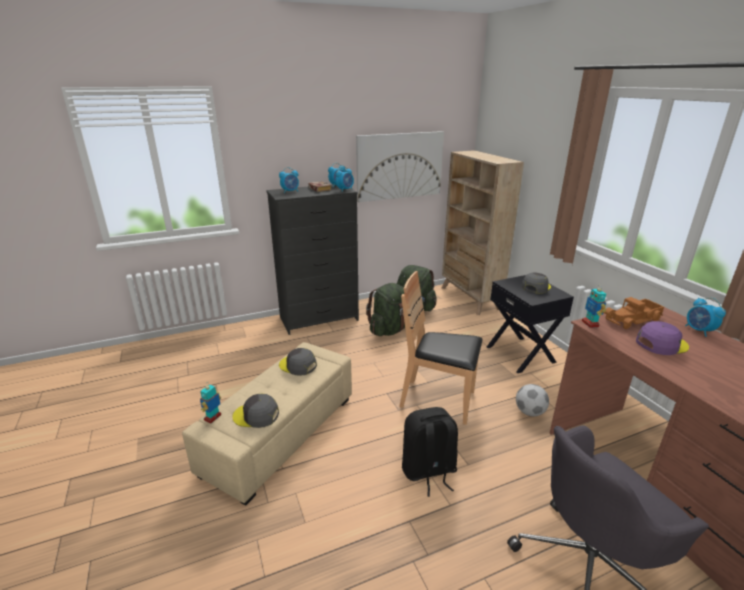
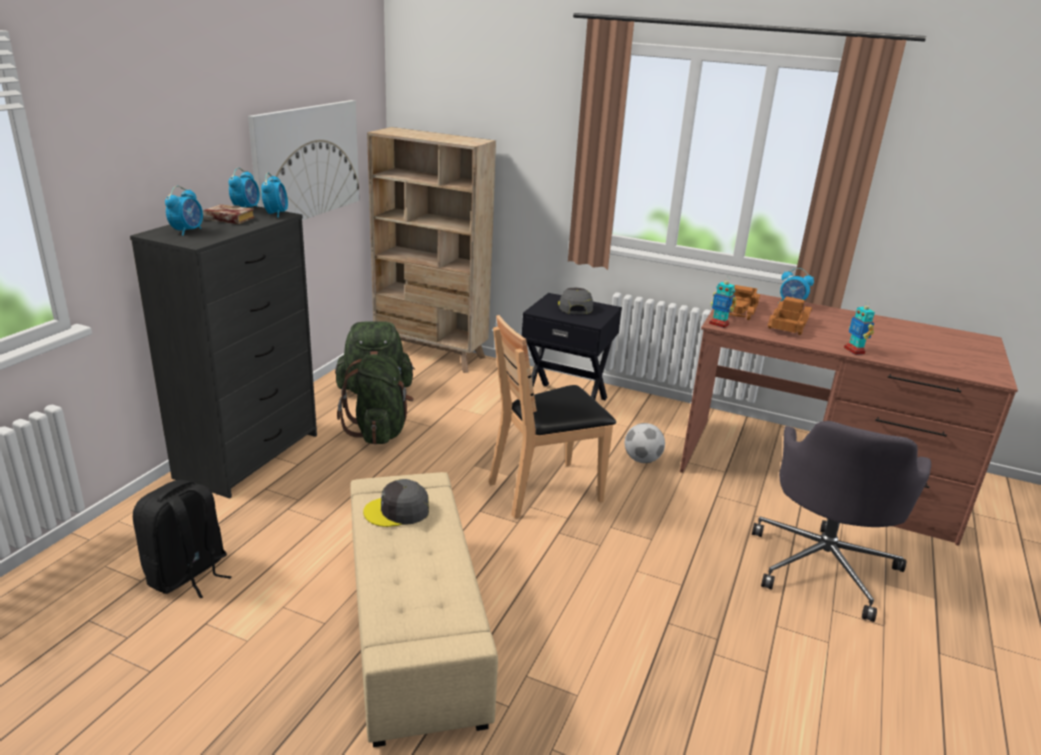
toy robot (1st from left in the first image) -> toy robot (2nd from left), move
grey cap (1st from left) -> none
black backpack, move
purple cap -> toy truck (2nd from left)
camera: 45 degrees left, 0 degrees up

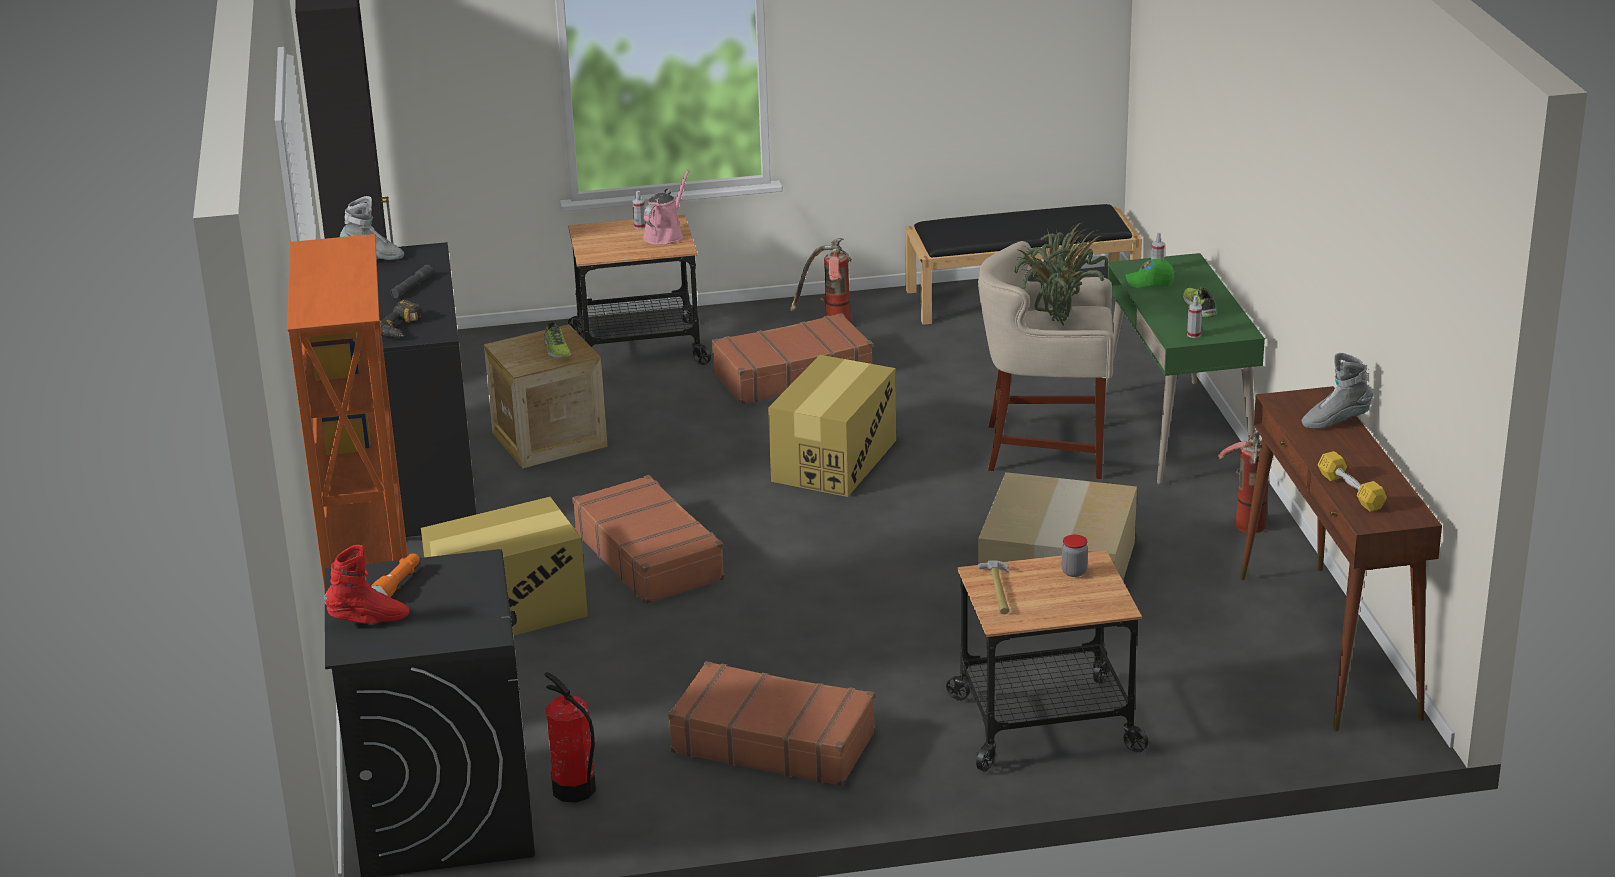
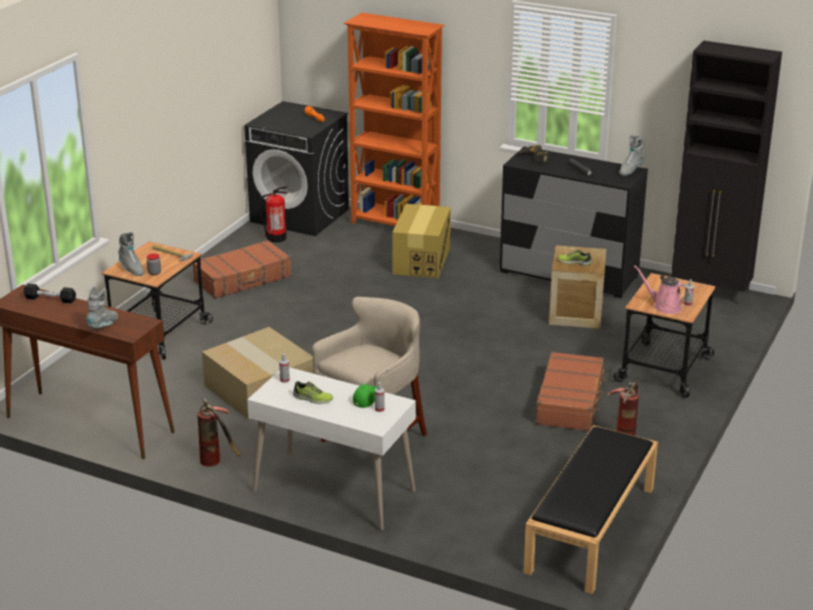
red boot -> none
brown suitcase (1st from left) -> none
pink watering can, 150 degrees clockwise
cardboard box (2nd from left) -> none
potted plant -> none
green desk -> white desk
yellow dumbbell -> black dumbbell
none -> grey boot (2nd from left)
camera: 125 degrees right, 0 degrees up

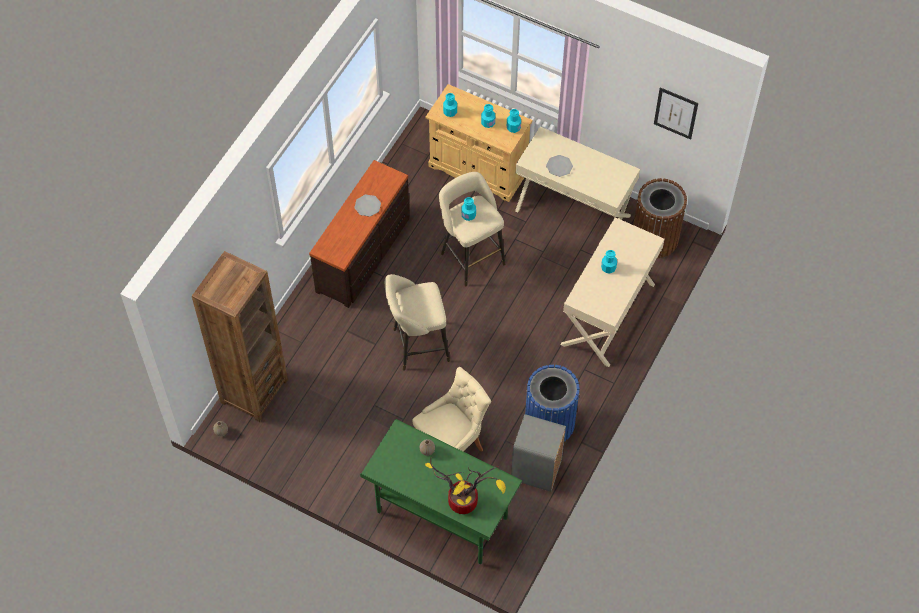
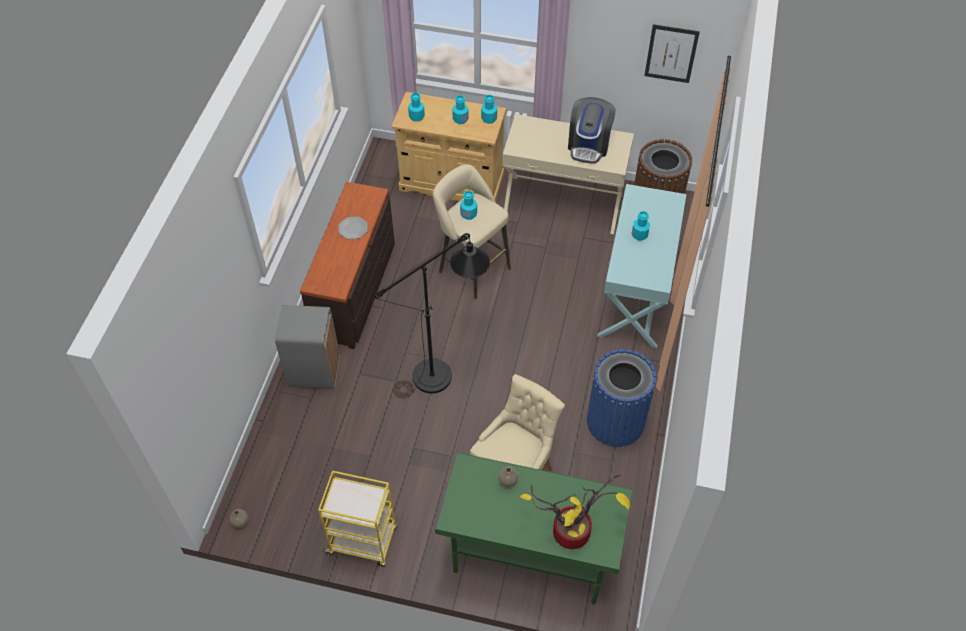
brown bookcase -> none
beige stool (1st from left) -> black floor lamp
grey trash can, move
plate (2nd from left) -> none
beige console table (2nd from left) -> turquoise console table
none -> yellow cart
none -> coffee machine
camera: 15 degrees left, 5 degrees down

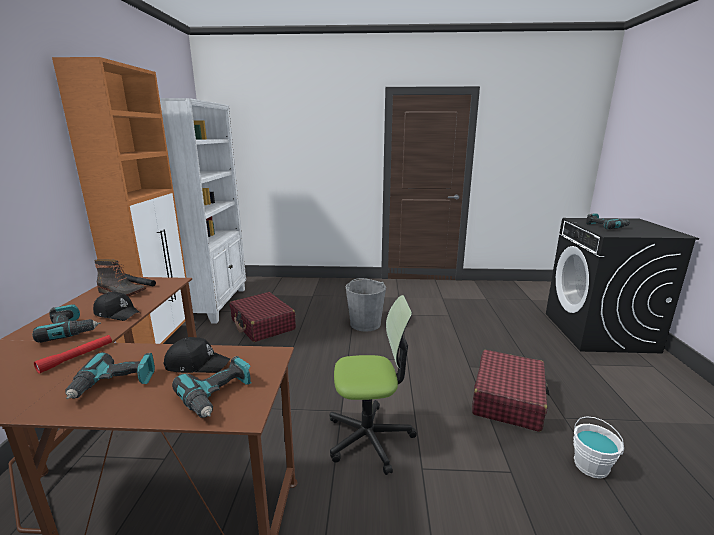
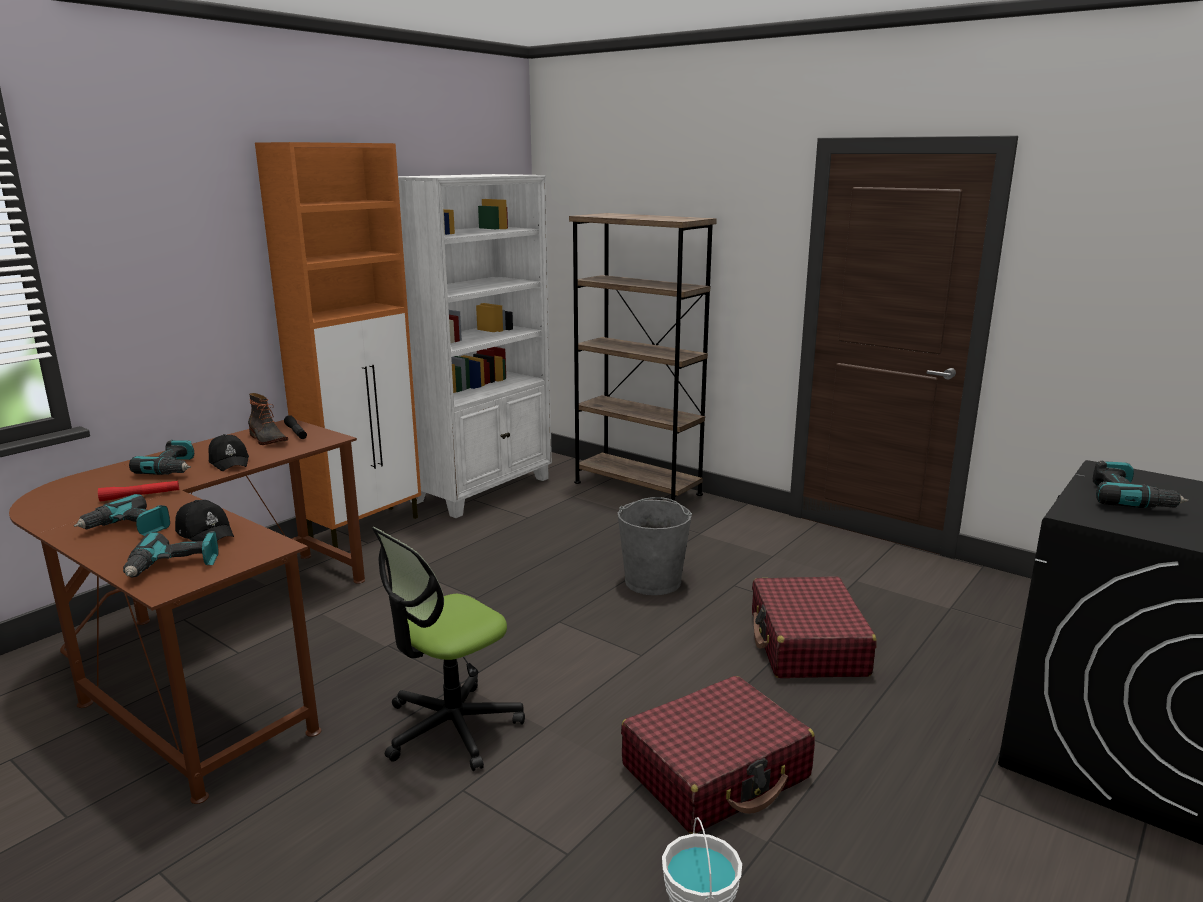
red suitcase (1st from left in the first image) -> red suitcase (2nd from left), move
office chair, 105 degrees clockwise
none -> brown bookcase
camera: 35 degrees right, 0 degrees up

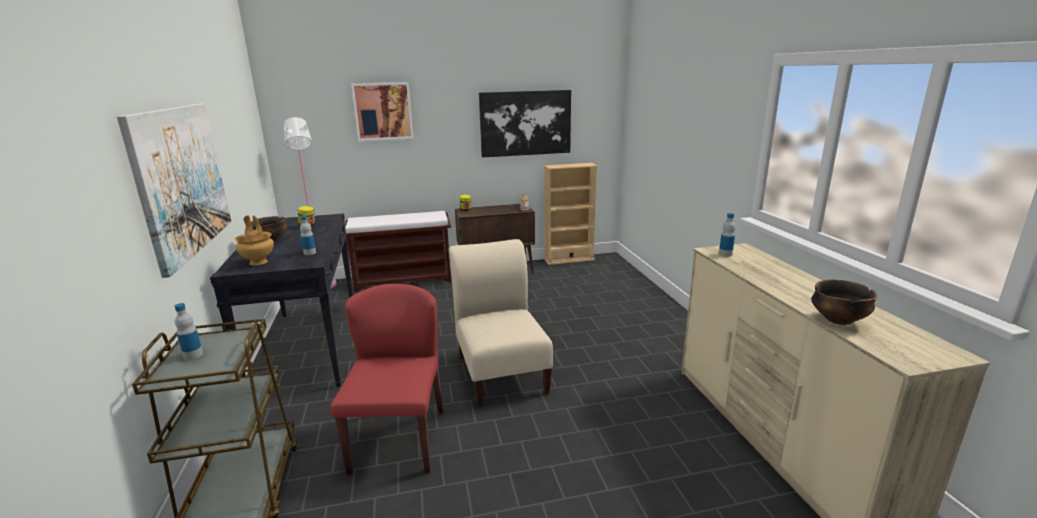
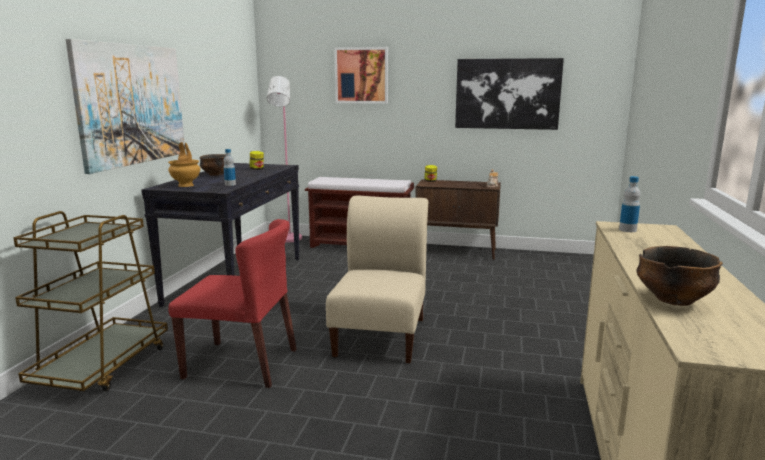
bottle (1st from left) -> none
red chair, 75 degrees clockwise
beige bookcase -> none
camera: 25 degrees right, 5 degrees down

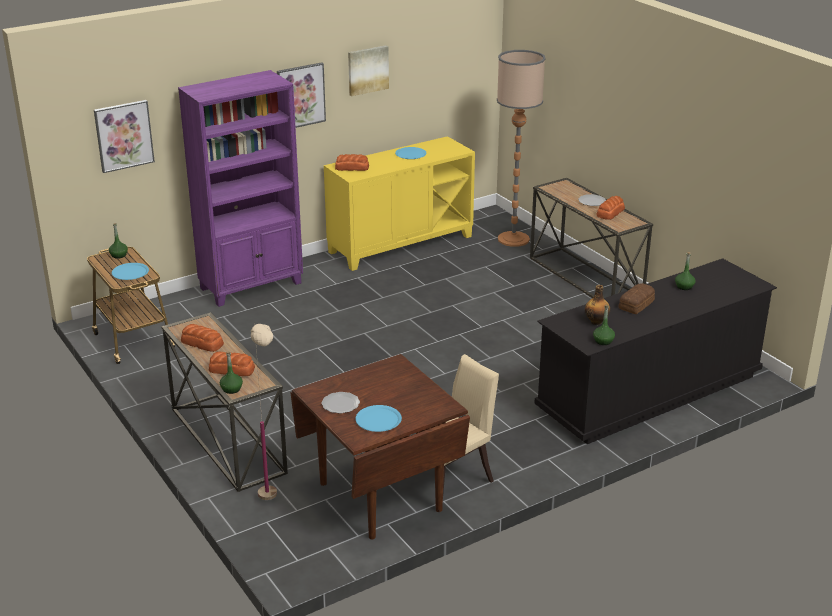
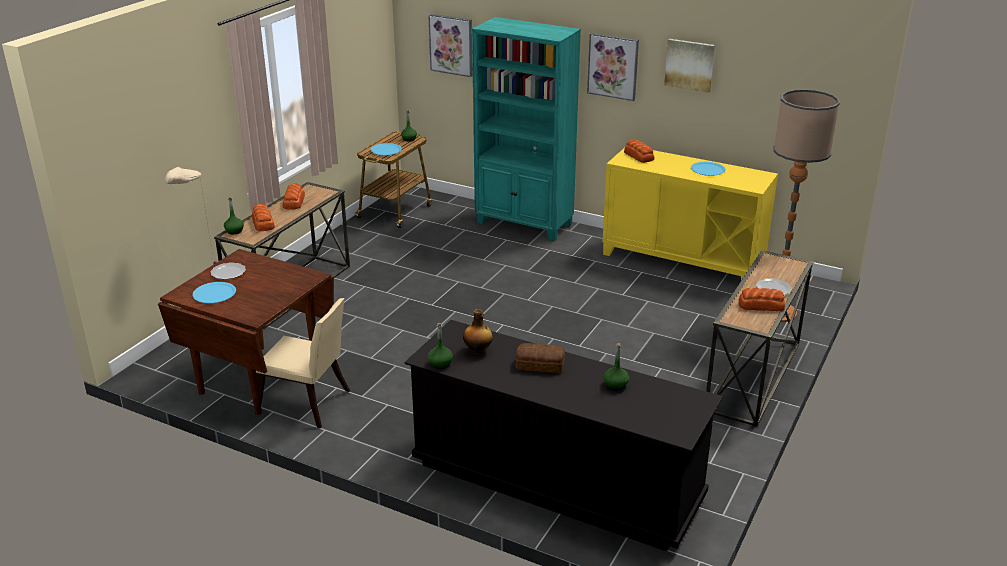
purple bookcase -> turquoise bookcase
camera: 60 degrees right, 0 degrees up

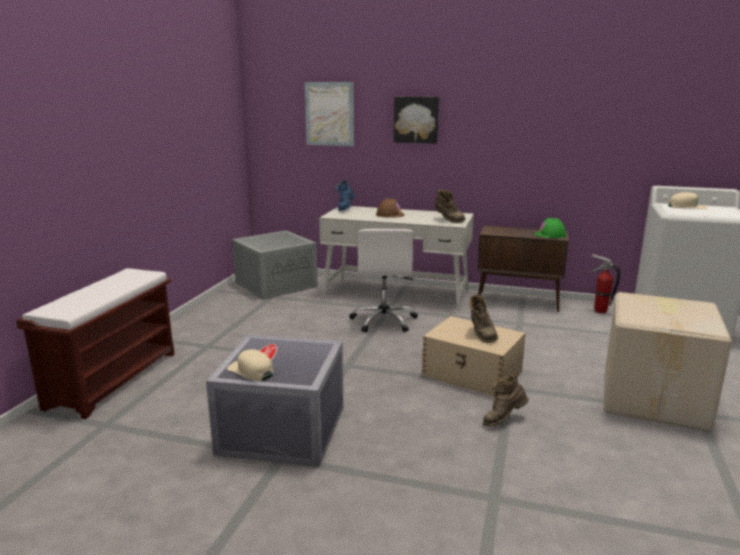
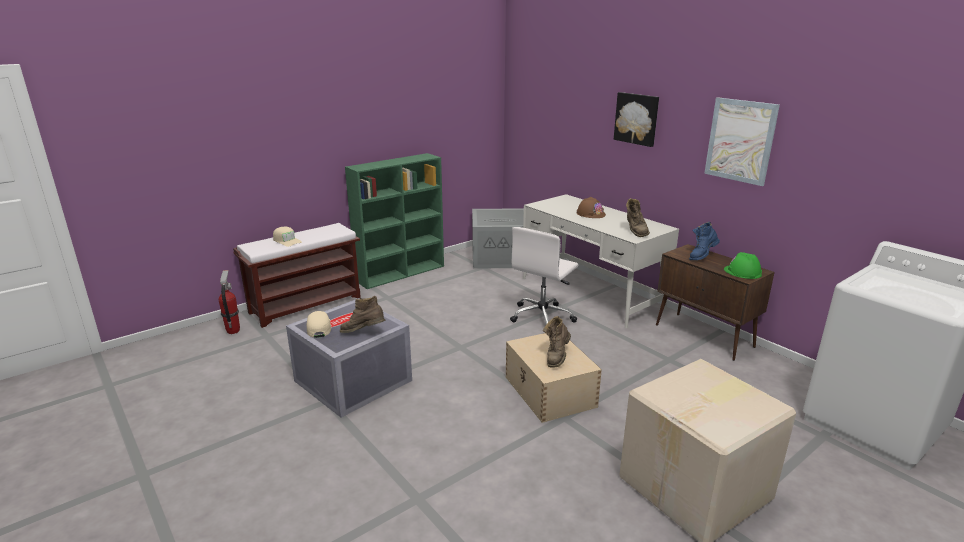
picture (1st from left in the first image) -> picture (2nd from left), move
blue boot, move
brown boot (3rd from left in the first image) -> brown boot (1st from left), move
fire extinguisher, move
beige cap (2nd from left in the first image) -> beige cap (1st from left), move
none -> green bookcase
camera: 35 degrees right, 5 degrees up

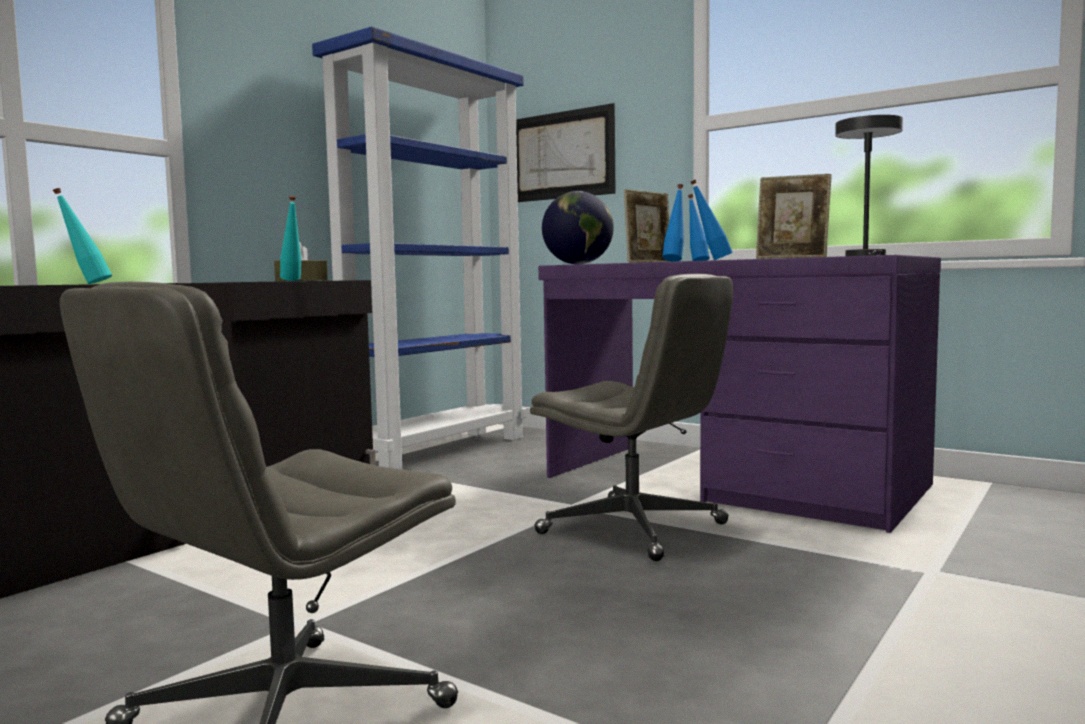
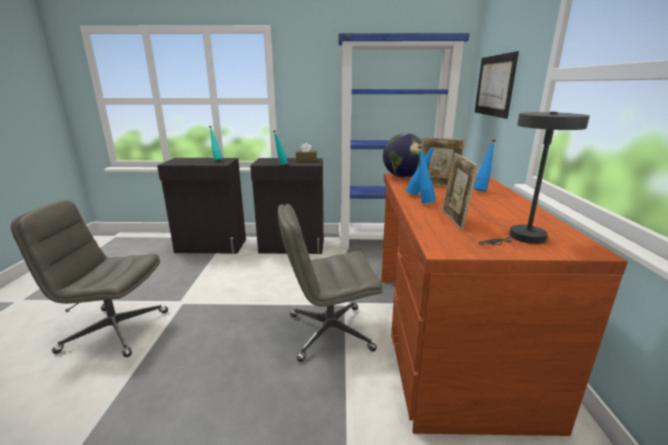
grey office chair (2nd from left), 75 degrees clockwise
purple desk -> brown desk
camera: 55 degrees right, 15 degrees up

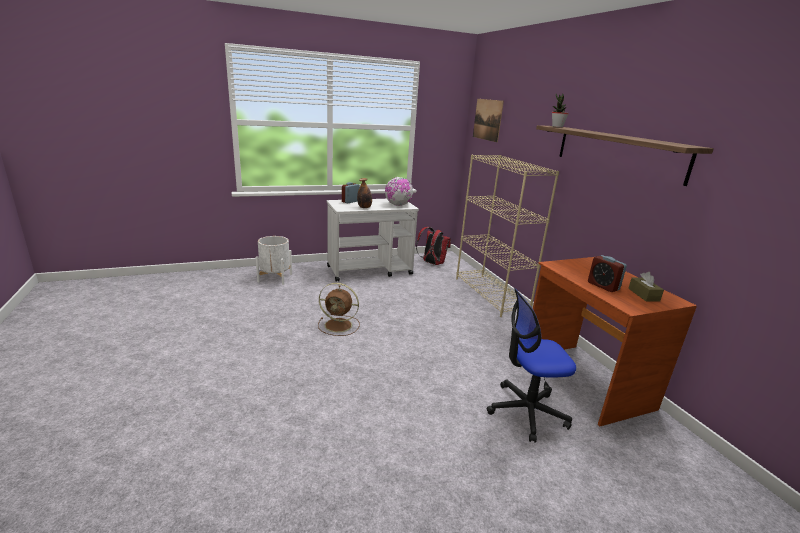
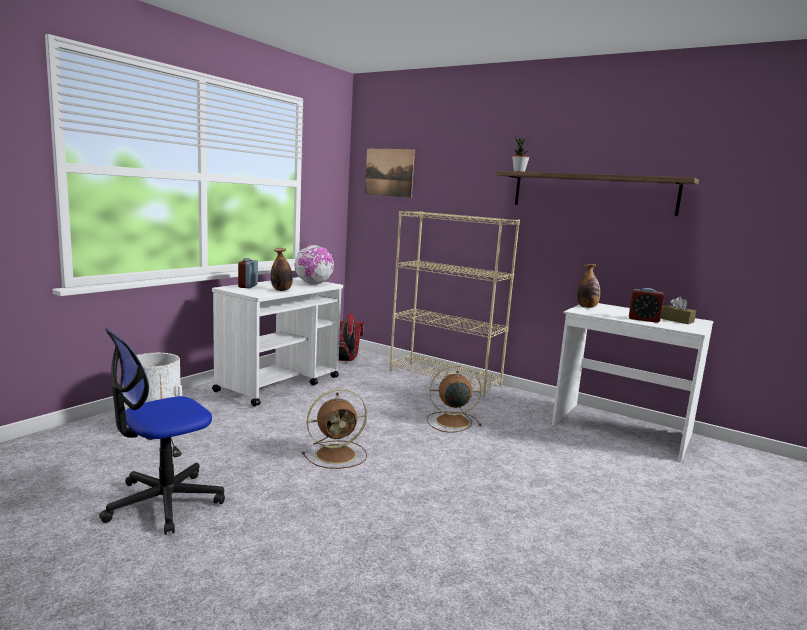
office chair, move
brown desk -> white desk
none -> brown fan (2nd from left)
none -> bottle (2nd from left)
camera: 35 degrees left, 10 degrees down

